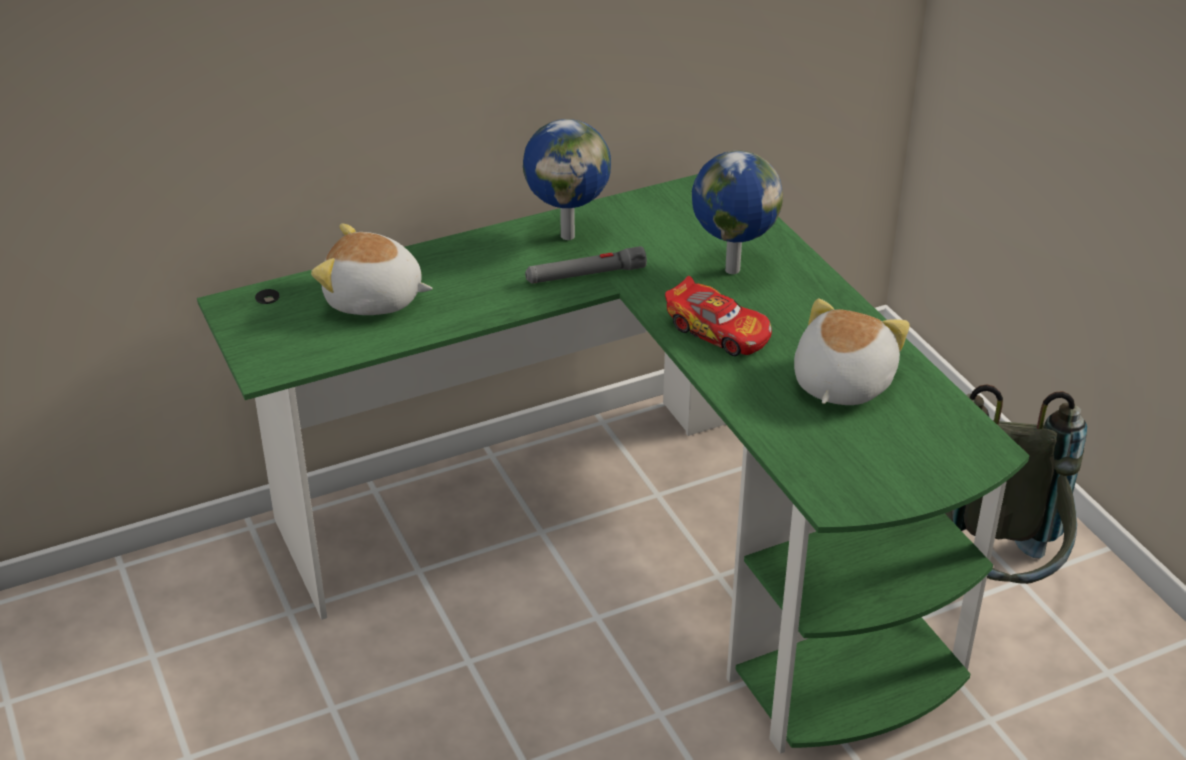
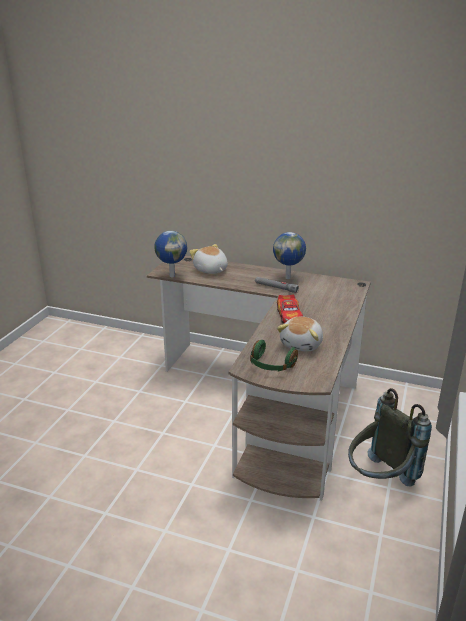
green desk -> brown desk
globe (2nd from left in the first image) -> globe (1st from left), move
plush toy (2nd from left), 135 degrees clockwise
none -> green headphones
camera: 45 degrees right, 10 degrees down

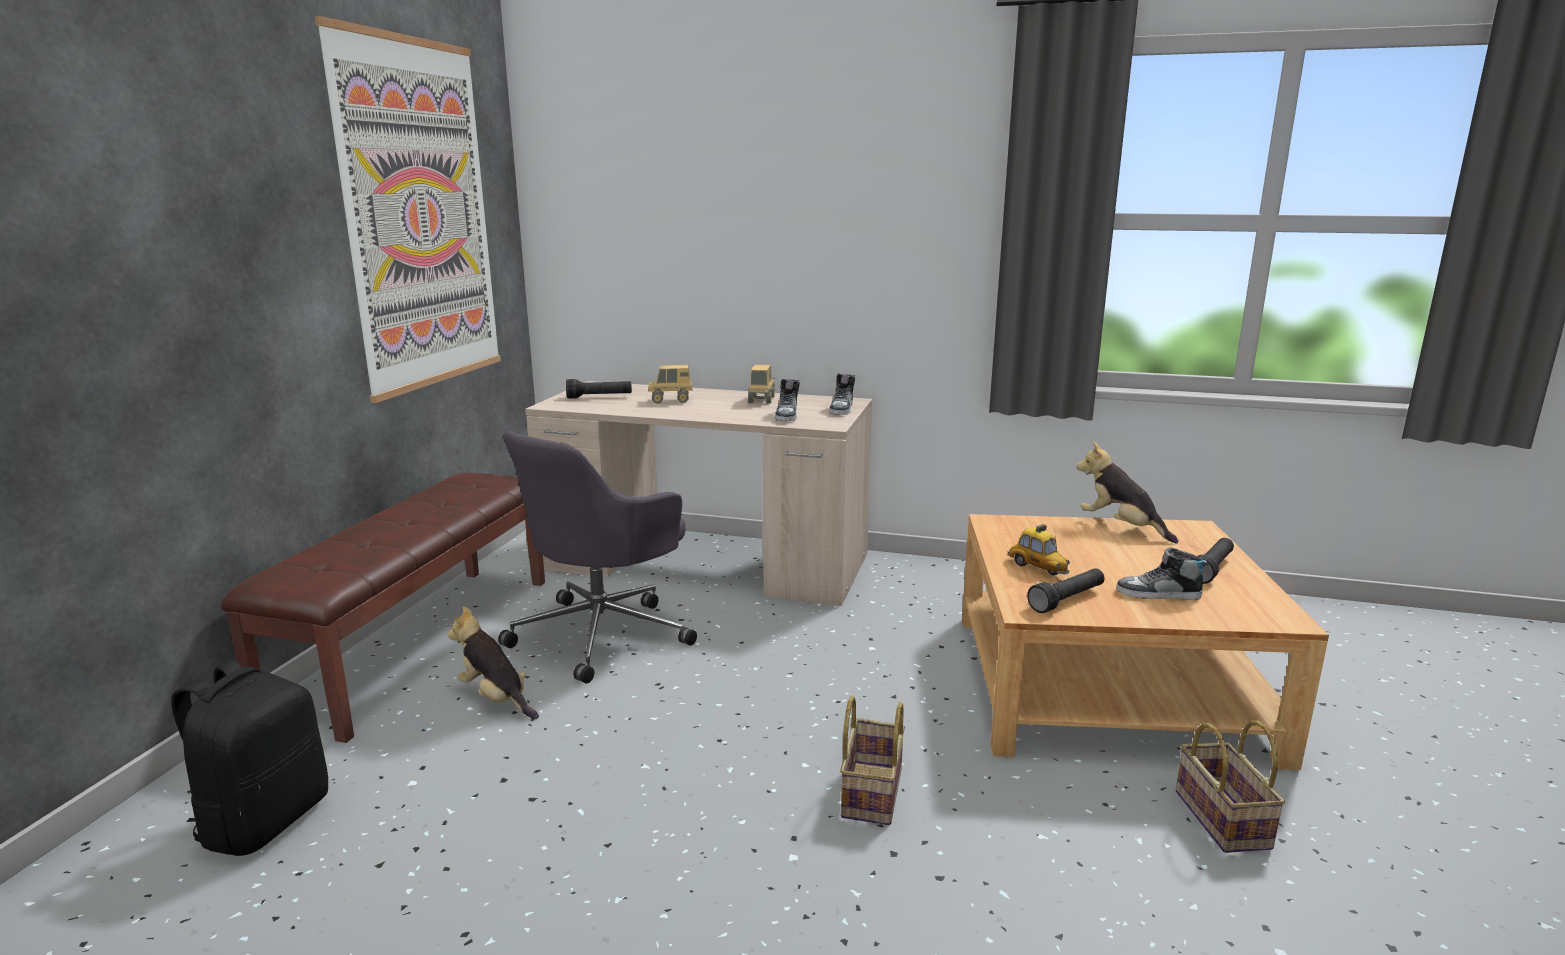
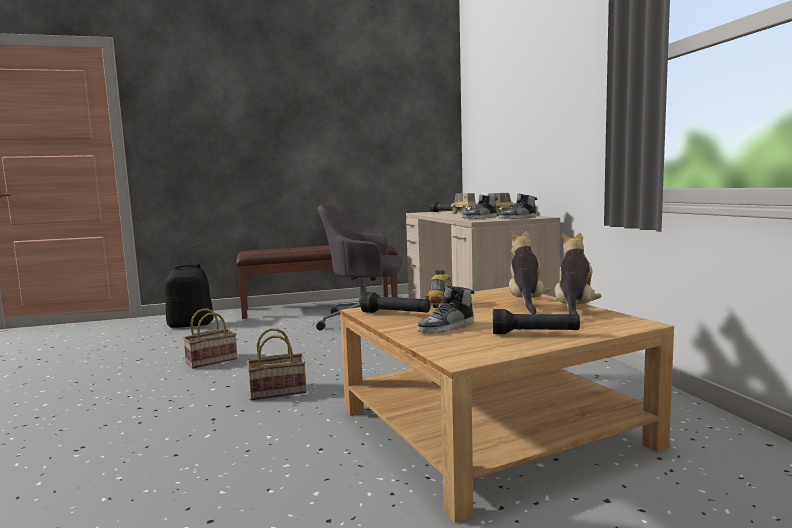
picture -> none
plush toy (1st from left), move
shoe (3rd from left in the first image) -> shoe (1st from left), 105 degrees counterclockwise
basket (2nd from left in the first image) -> basket (1st from left), move
camera: 60 degrees right, 10 degrees down

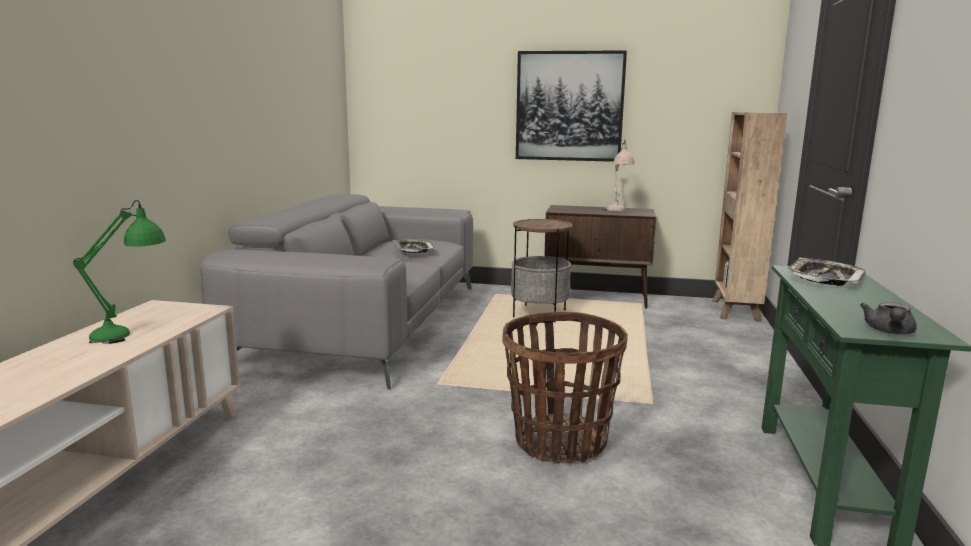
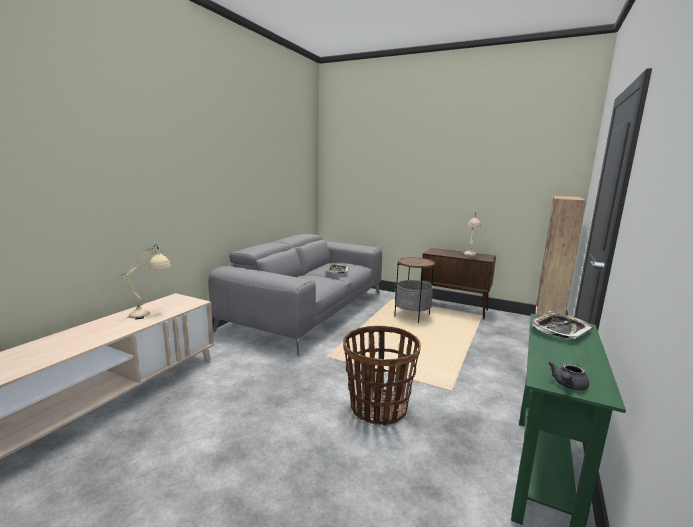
green table lamp -> beige table lamp (1st from left)
picture -> none
camera: 15 degrees right, 0 degrees up

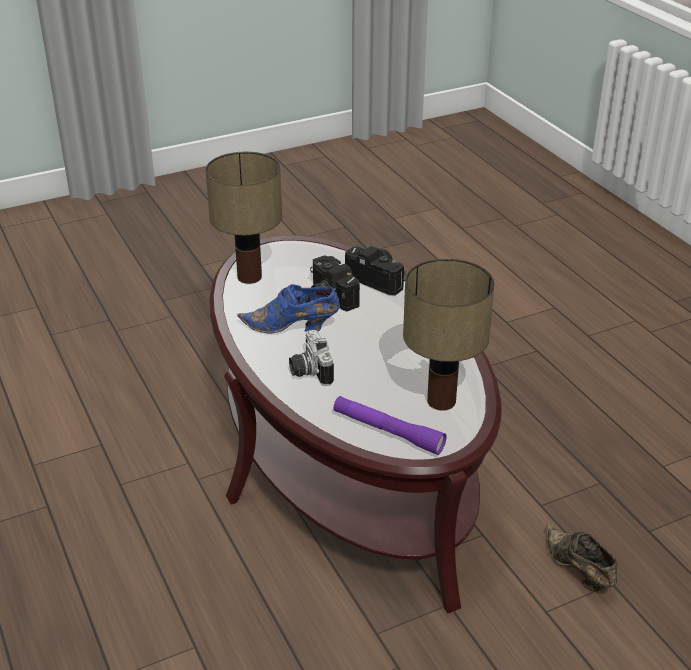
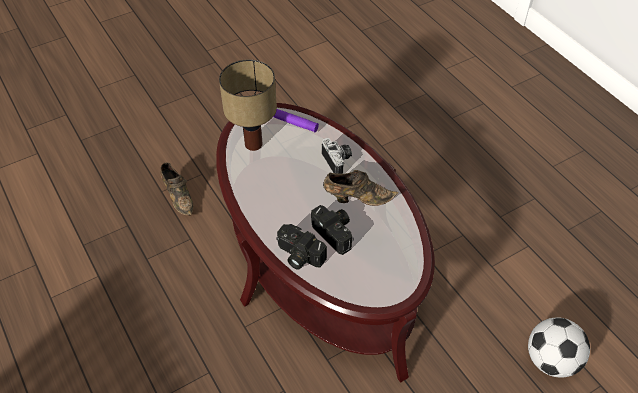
table lamp (1st from left) -> none
blue shoe -> brown shoe (2nd from left)
none -> football
camera: 175 degrees right, 15 degrees up

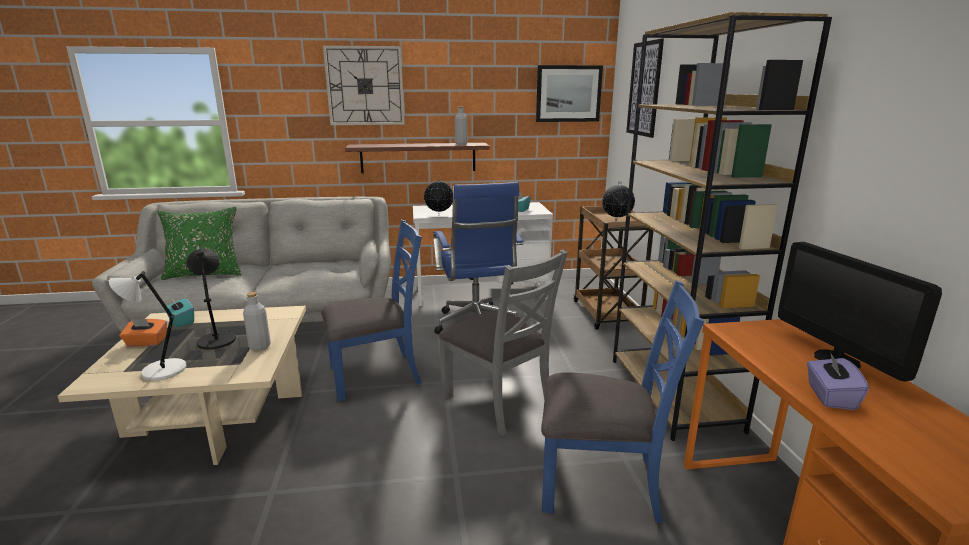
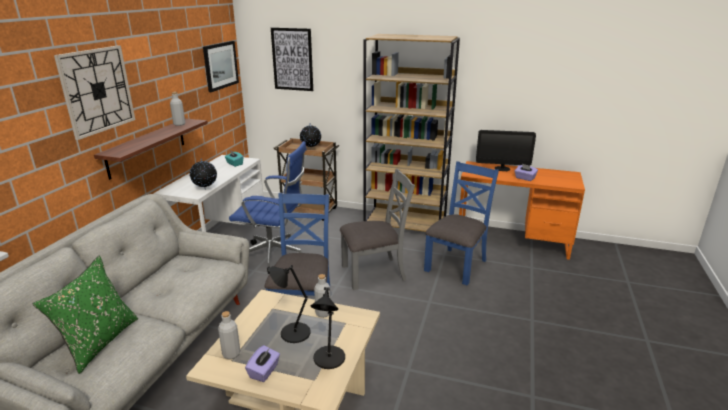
white table lamp -> black table lamp (2nd from left)
orange tissue box -> purple tissue box (1st from left)
turquoise tissue box (1st from left) -> grey bottle (2nd from left)
camera: 65 degrees left, 5 degrees up

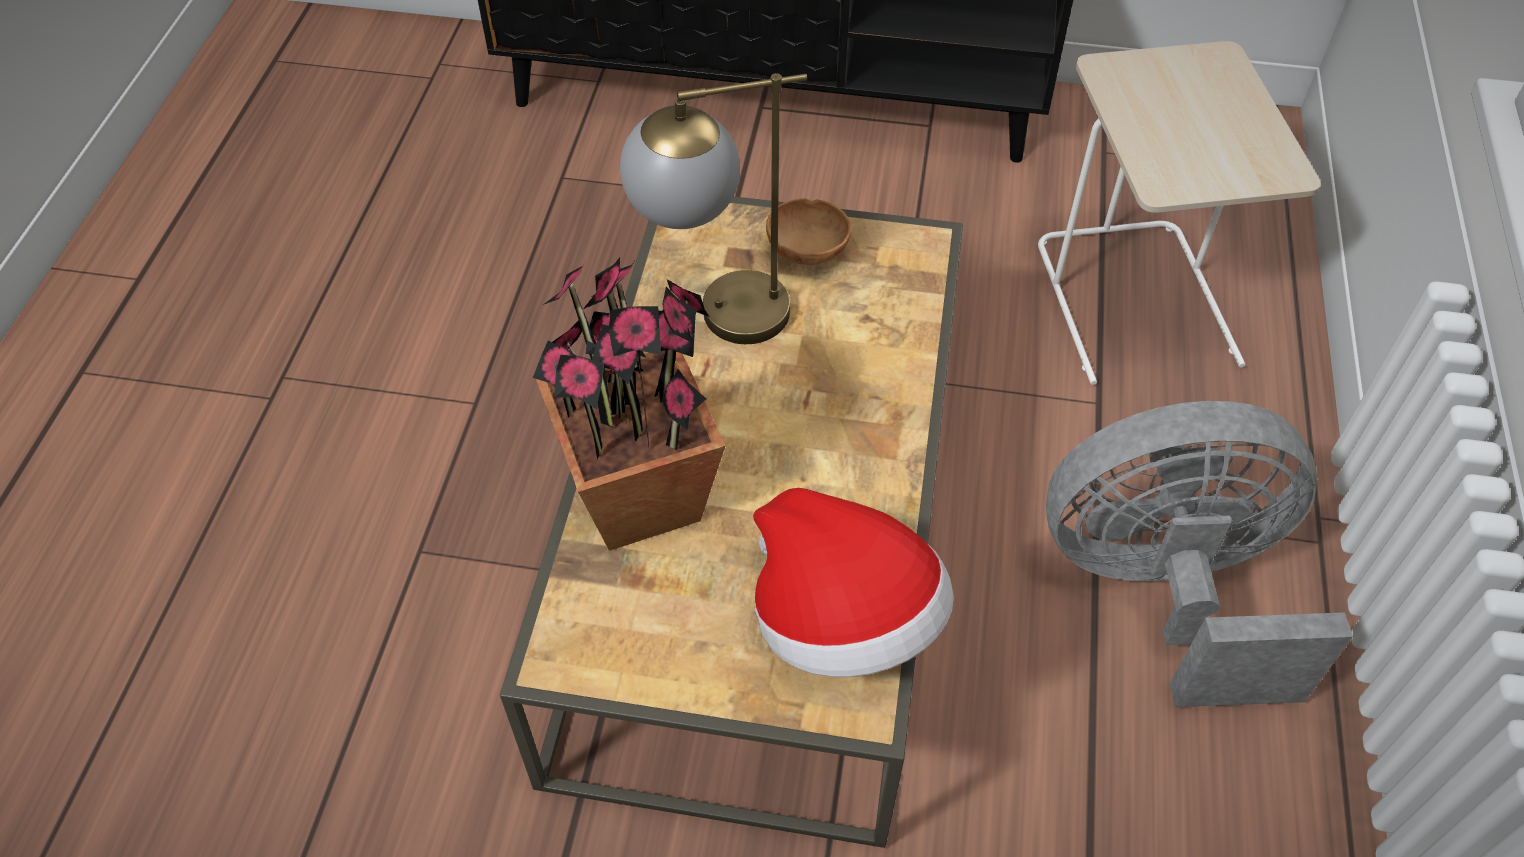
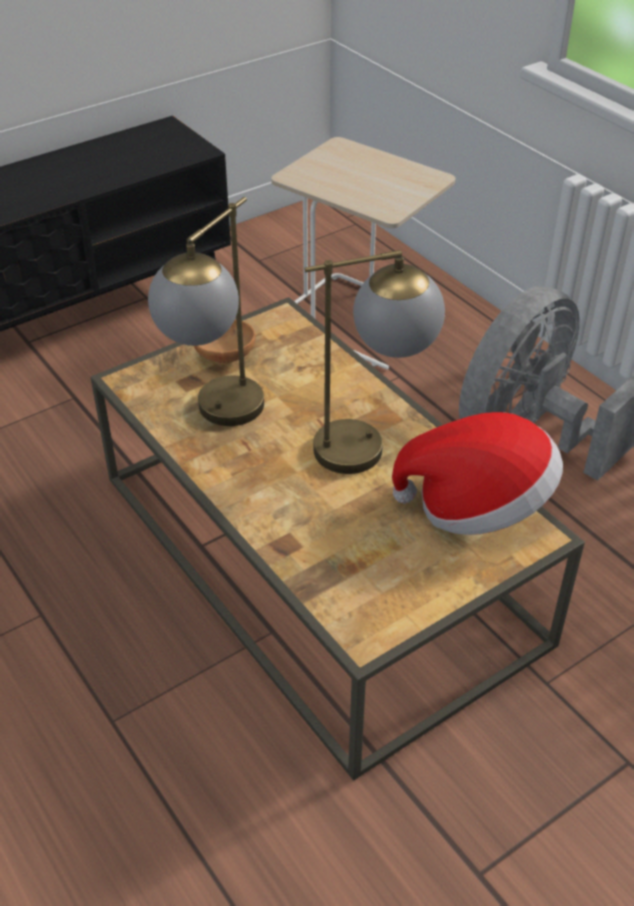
potted plant -> none
none -> table lamp (2nd from left)
camera: 45 degrees left, 10 degrees down

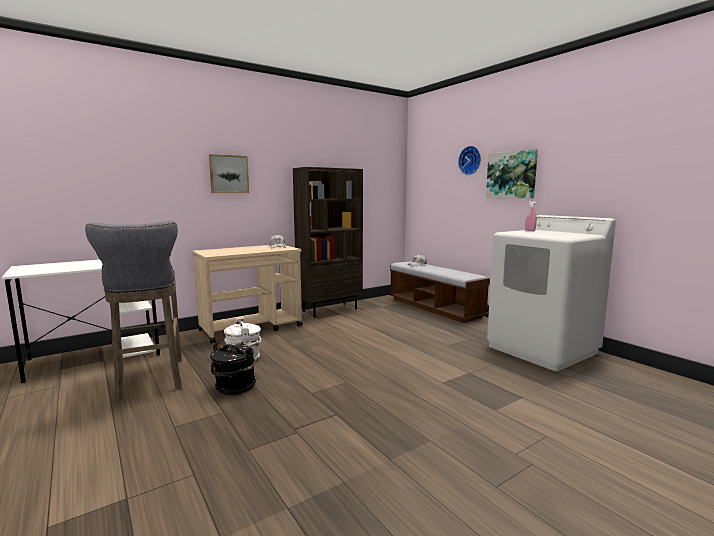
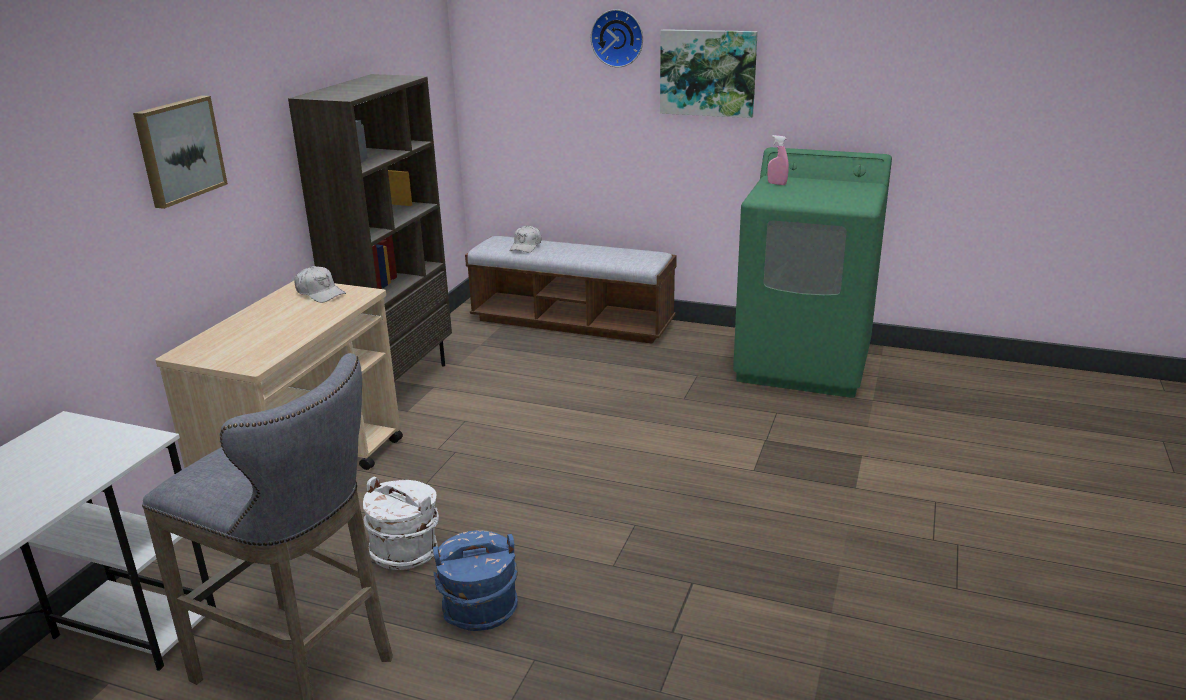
black bucket -> blue bucket
white washing machine -> green washing machine
camera: 35 degrees left, 15 degrees up

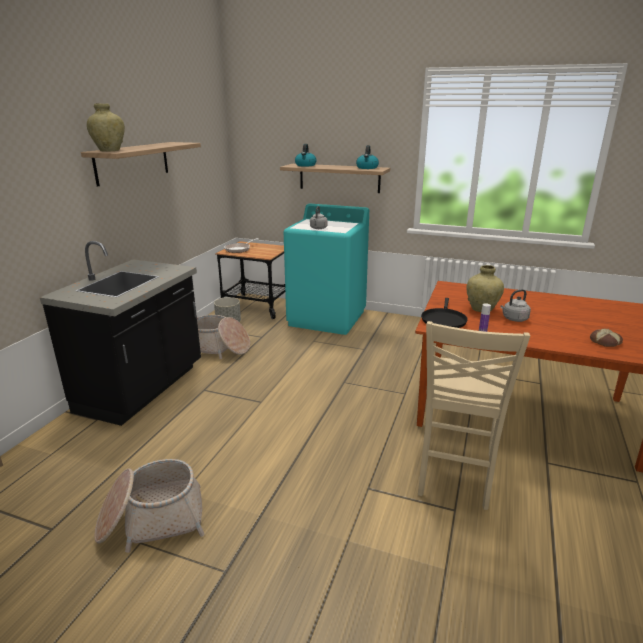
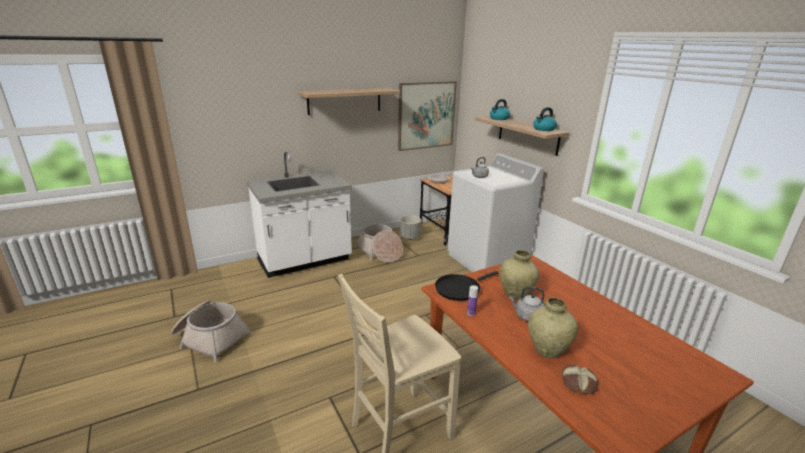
black counter -> white counter
beige vase (1st from left in the first image) -> beige vase (2nd from left), move
turquoise washing machine -> white washing machine
none -> picture
camera: 40 degrees right, 0 degrees up

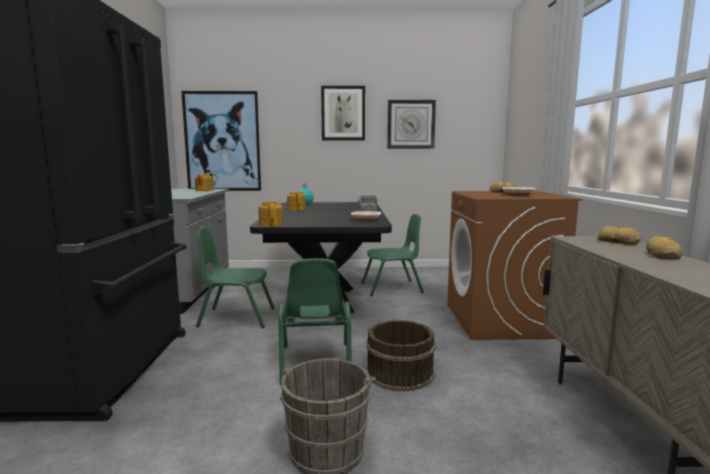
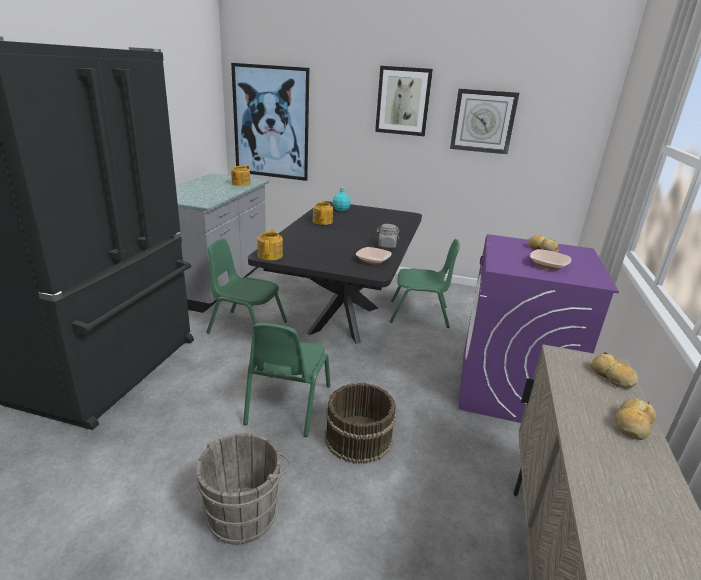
brown washing machine -> purple washing machine
camera: 15 degrees right, 15 degrees up

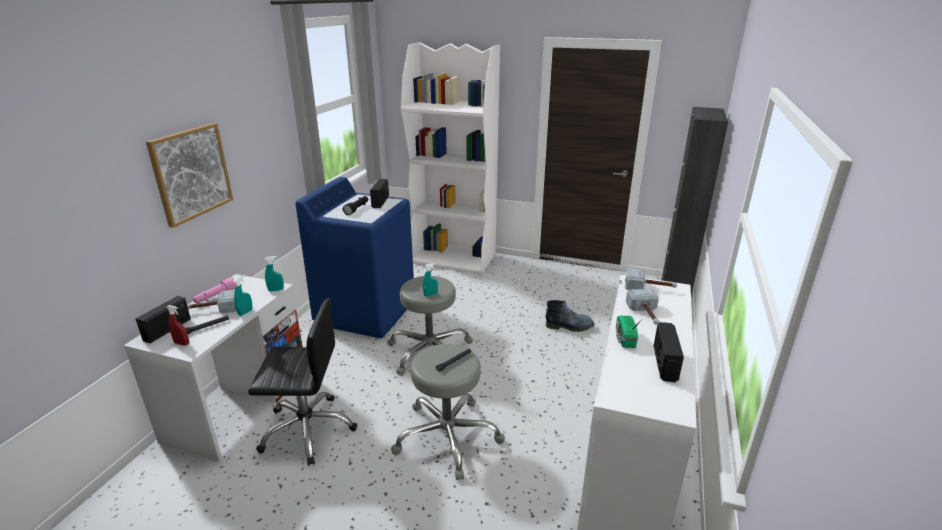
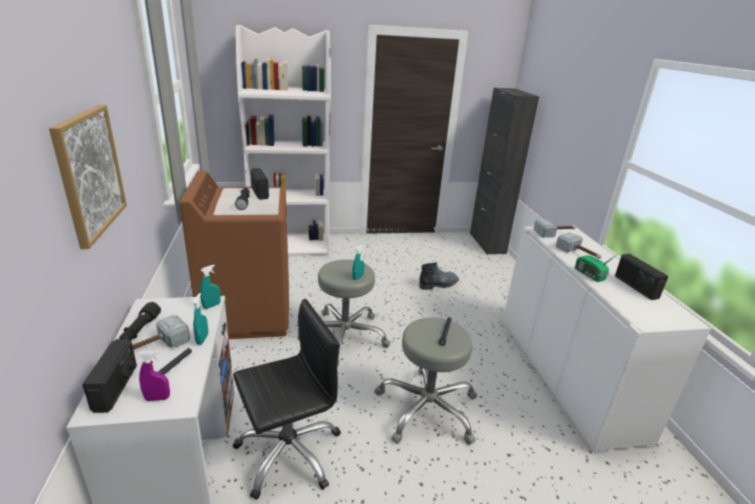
red spray bottle -> purple spray bottle
pink flashlight -> black flashlight (1st from left)
blue washing machine -> brown washing machine
camera: 30 degrees left, 0 degrees up

